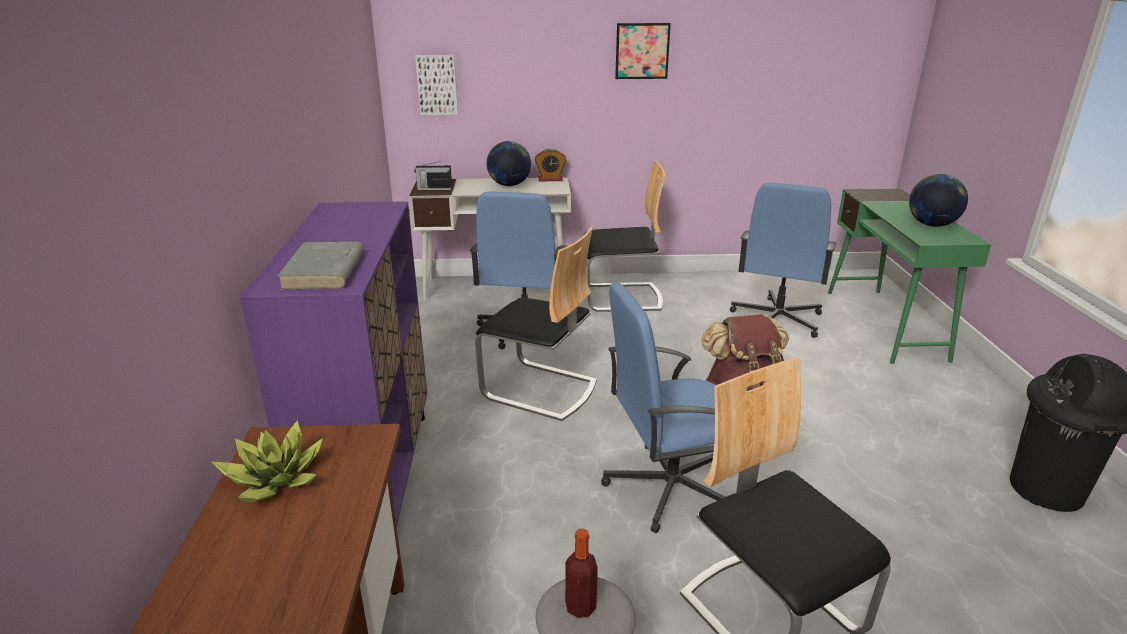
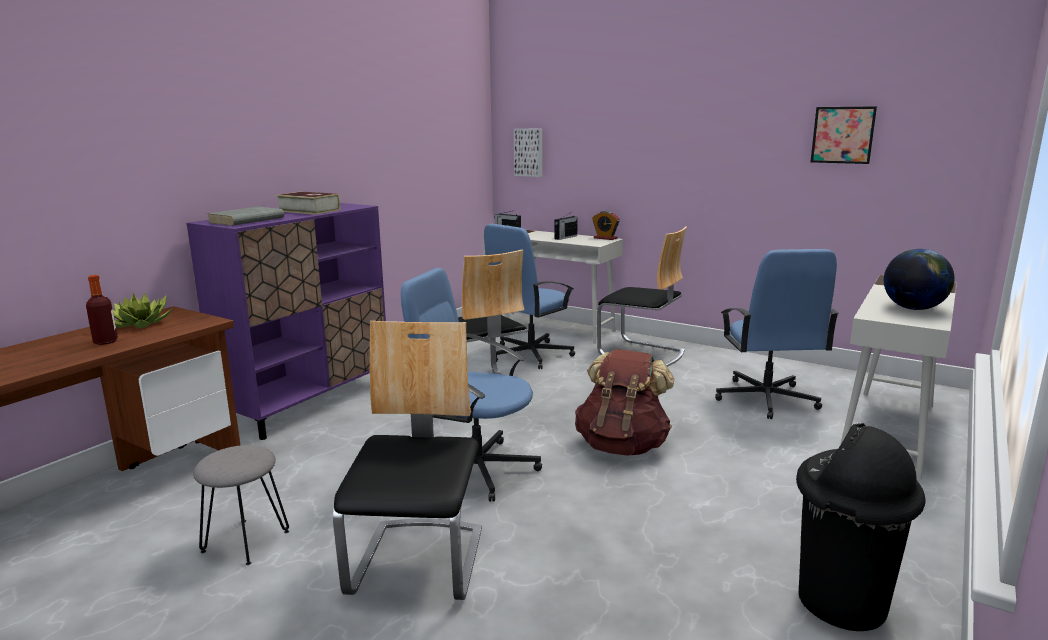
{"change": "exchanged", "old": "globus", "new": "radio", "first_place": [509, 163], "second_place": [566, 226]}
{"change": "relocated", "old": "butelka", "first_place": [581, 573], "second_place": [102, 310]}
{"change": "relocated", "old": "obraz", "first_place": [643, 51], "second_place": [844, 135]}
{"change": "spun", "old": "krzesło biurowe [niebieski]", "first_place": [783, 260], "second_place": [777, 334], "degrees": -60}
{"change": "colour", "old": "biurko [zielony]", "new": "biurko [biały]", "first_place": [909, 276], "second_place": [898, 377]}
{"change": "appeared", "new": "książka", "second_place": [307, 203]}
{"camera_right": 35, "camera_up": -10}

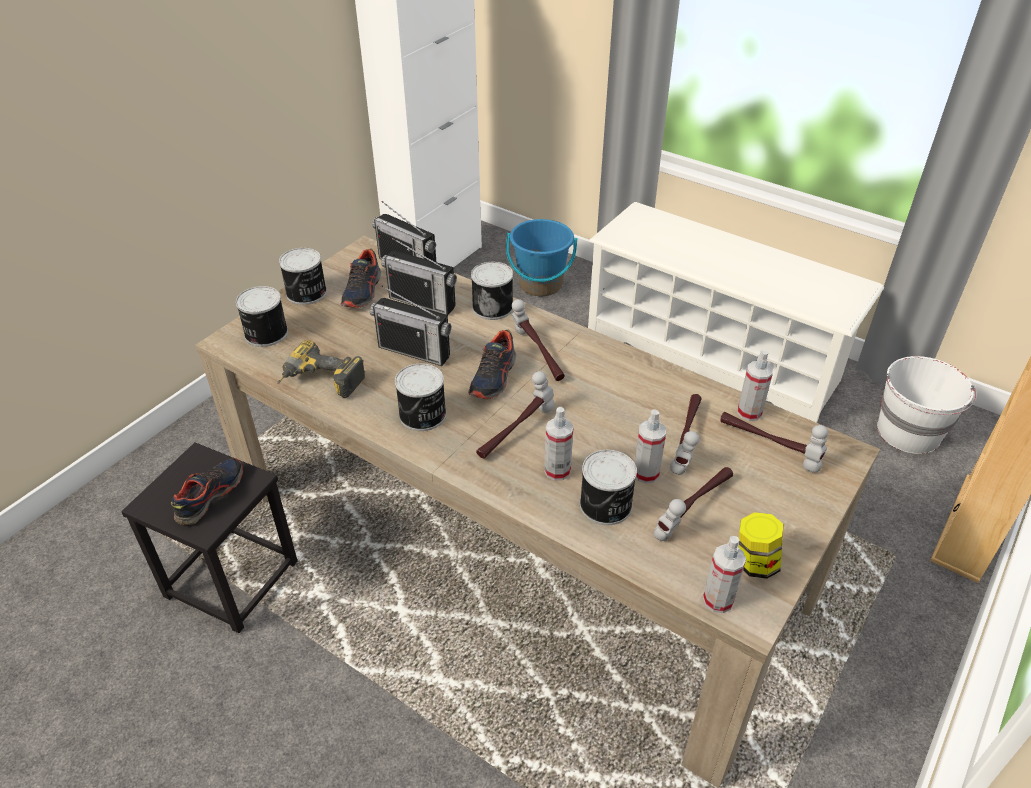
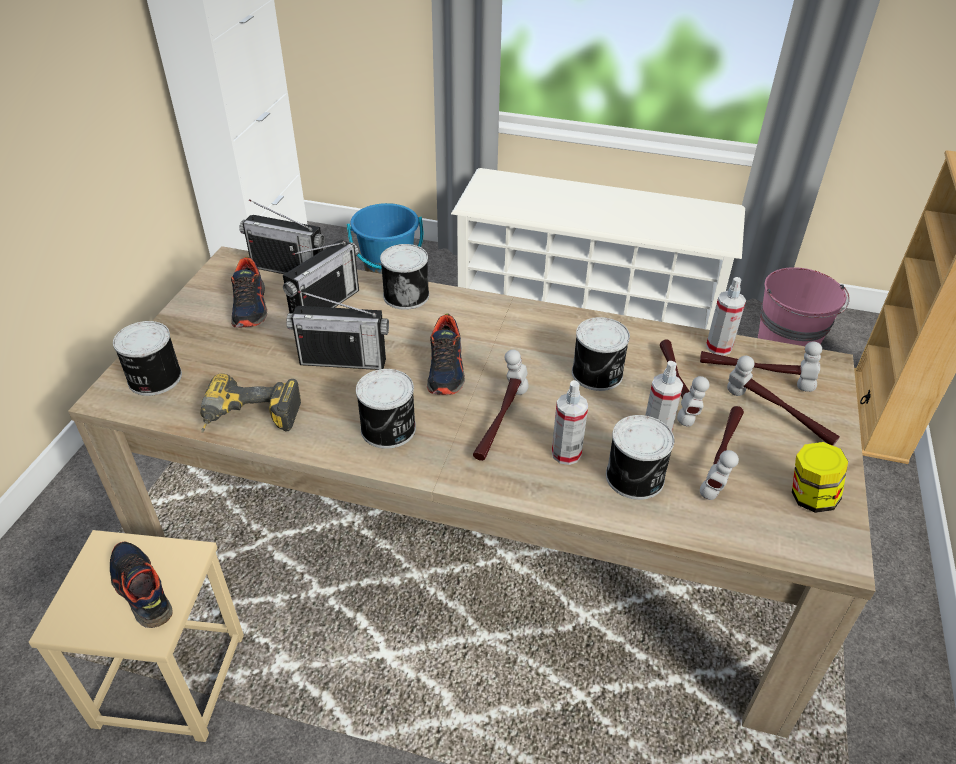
{"change": "colour", "old": "stołek [czarny]", "new": "stołek [beżowy]", "first_place": [209, 537], "second_place": [136, 636]}
{"change": "spun", "old": "but", "first_place": [207, 491], "second_place": [141, 584], "degrees": -45}
{"change": "relocated", "old": "puszka", "first_place": [303, 276], "second_place": [601, 354]}
{"change": "spun", "old": "radio", "first_place": [419, 276], "second_place": [321, 276], "degrees": -60}
{"change": "relocated", "old": "młotek", "first_place": [538, 340], "second_place": [783, 401]}
{"change": "missing", "old": "spryskiwacz", "first_place": [724, 574]}
{"change": "colour", "old": "wiadro [biały]", "new": "wiadro [różowy]", "first_place": [926, 405], "second_place": [804, 306]}
{"camera_right": -20, "camera_up": 0}

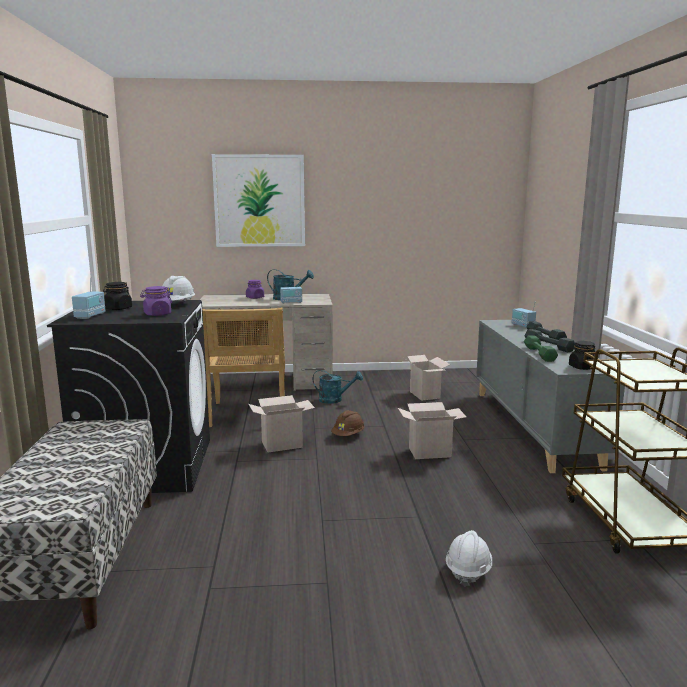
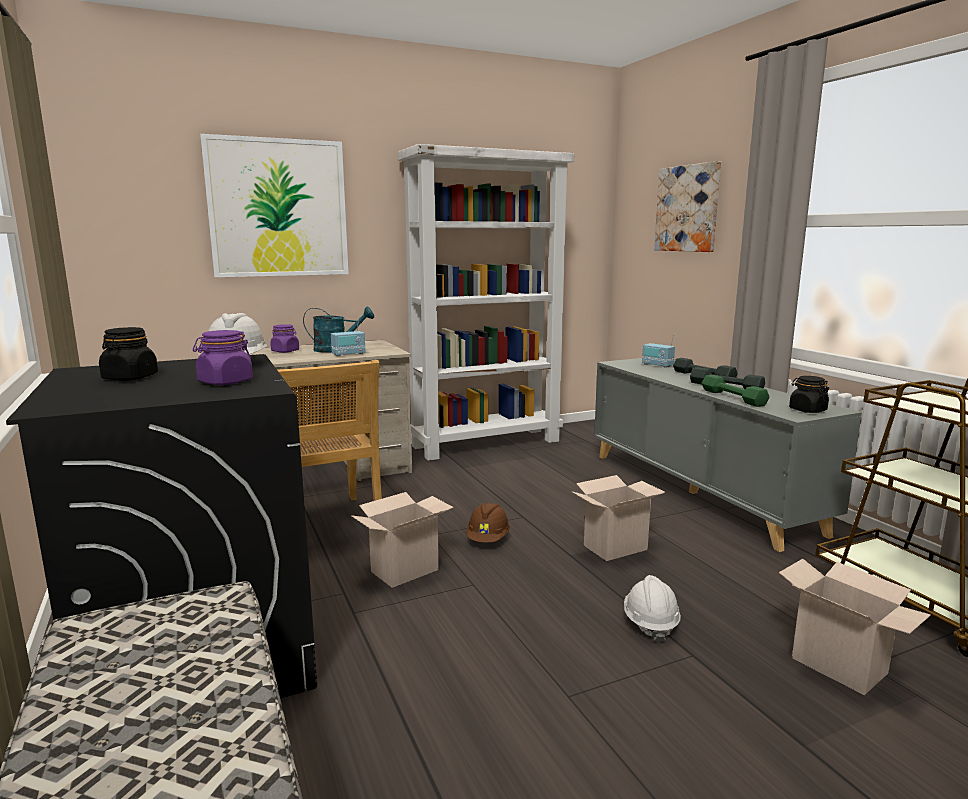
{"change": "missing", "old": "radio", "first_place": [88, 298]}
{"change": "missing", "old": "konewka [turkusowy]", "first_place": [338, 387]}
{"change": "relocated", "old": "karton", "first_place": [427, 378], "second_place": [855, 627]}
{"change": "relocated", "old": "kask [biały]", "first_place": [469, 558], "second_place": [652, 609]}
{"change": "appeared", "new": "regał [biały]", "second_place": [486, 302]}
{"change": "appeared", "new": "obraz", "second_place": [687, 206]}
{"camera_right": -20, "camera_up": 0}

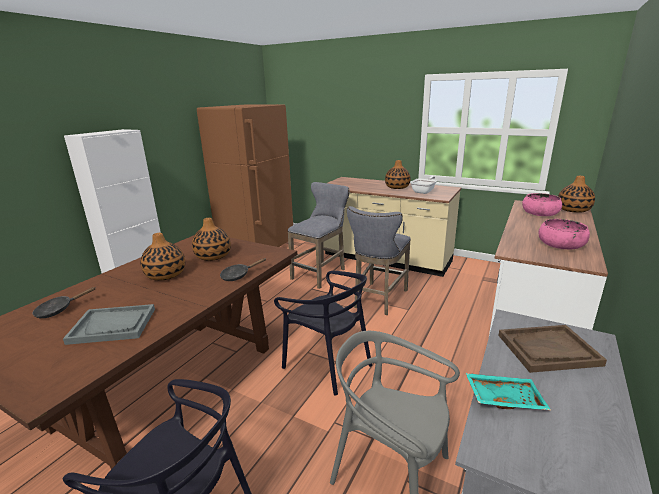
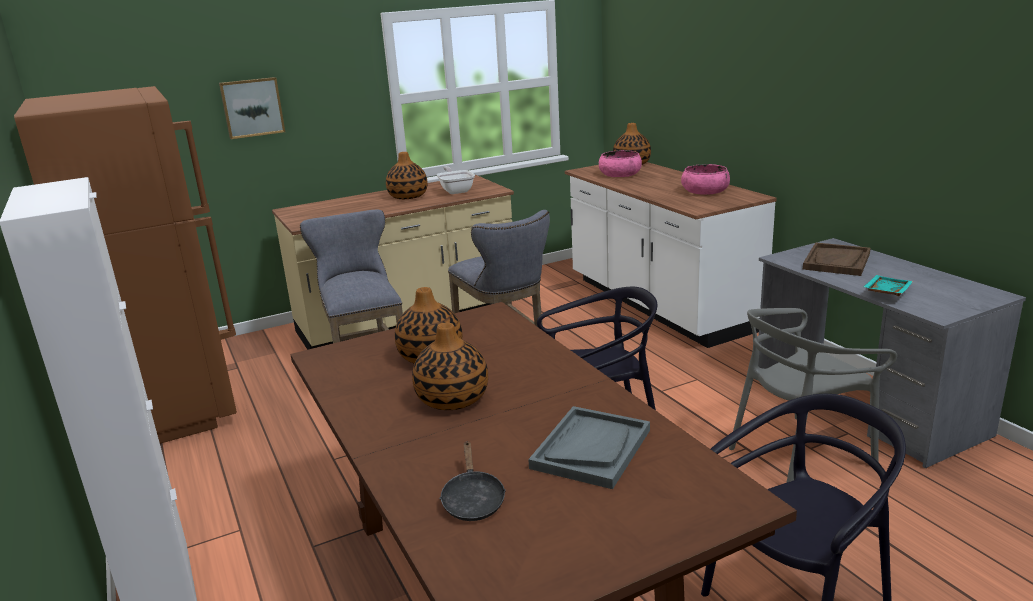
{"change": "missing", "old": "patelnia [czarny]", "first_place": [243, 269]}
{"change": "appeared", "new": "obraz", "second_place": [252, 108]}
{"camera_right": -55, "camera_up": 0}

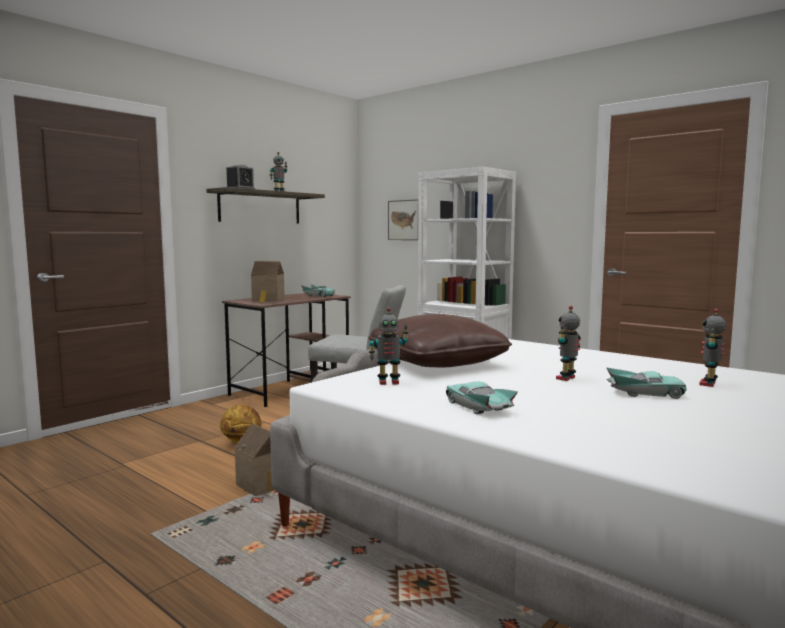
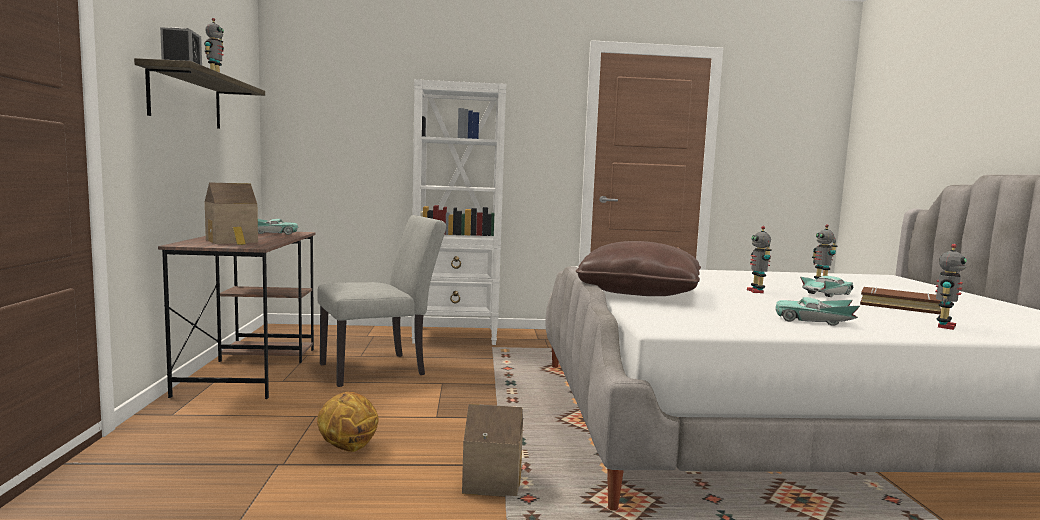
{"change": "relocated", "old": "robot zabawkowy", "first_place": [389, 346], "second_place": [951, 287]}
{"change": "missing", "old": "obraz", "first_place": [403, 219]}
{"change": "appeared", "new": "książka [brązowy]", "second_place": [900, 300]}
{"camera_right": -45, "camera_up": 0}

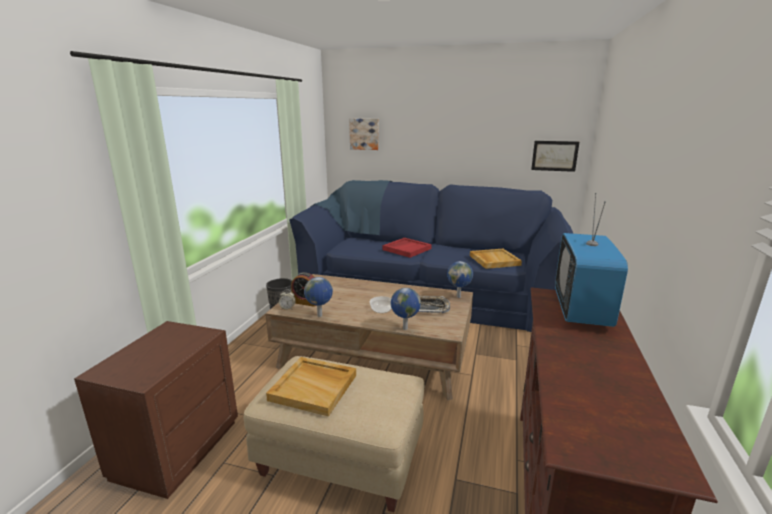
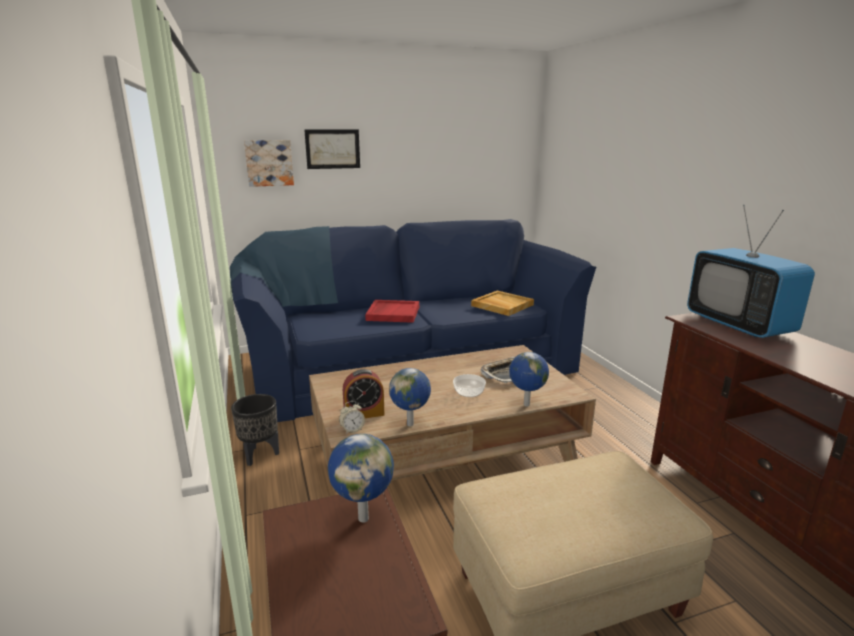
{"change": "missing", "old": "taca [beżowy]", "first_place": [311, 386]}
{"change": "relocated", "old": "globus", "first_place": [460, 279], "second_place": [361, 478]}
{"change": "relocated", "old": "obraz", "first_place": [555, 156], "second_place": [332, 149]}
{"camera_right": -35, "camera_up": 0}

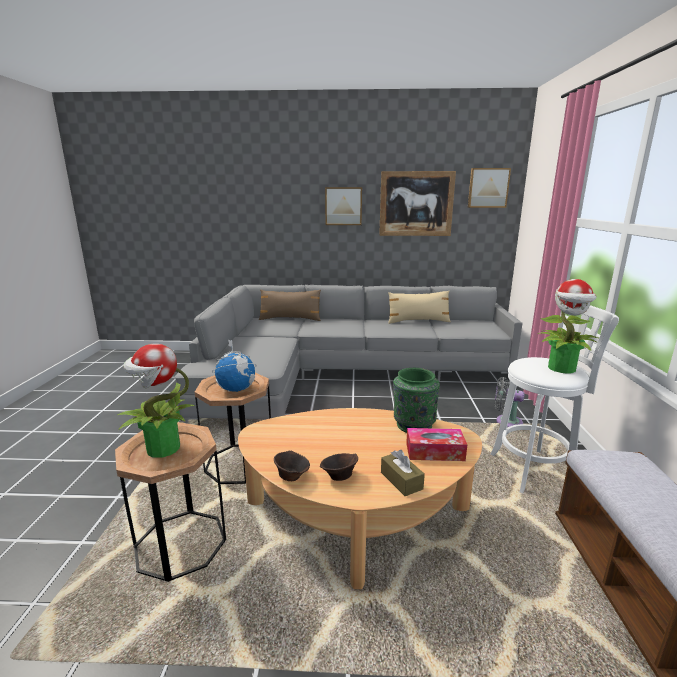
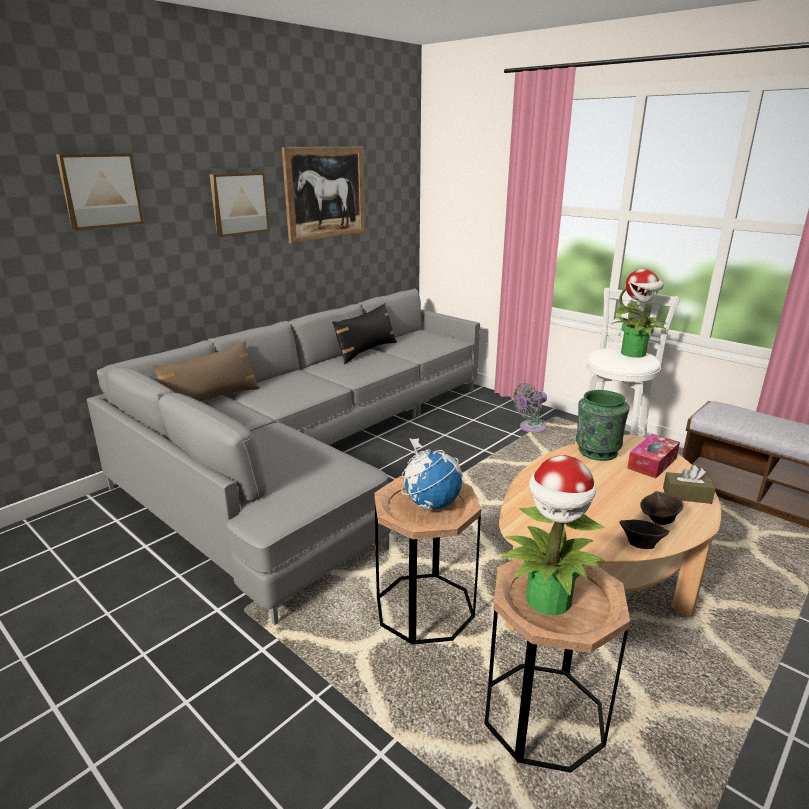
{"change": "colour", "old": "poduszka [beżowy]", "new": "poduszka [czarny]", "first_place": [419, 307], "second_place": [364, 333]}
{"change": "relocated", "old": "obraz", "first_place": [489, 188], "second_place": [100, 191]}
{"camera_right": -50, "camera_up": 5}

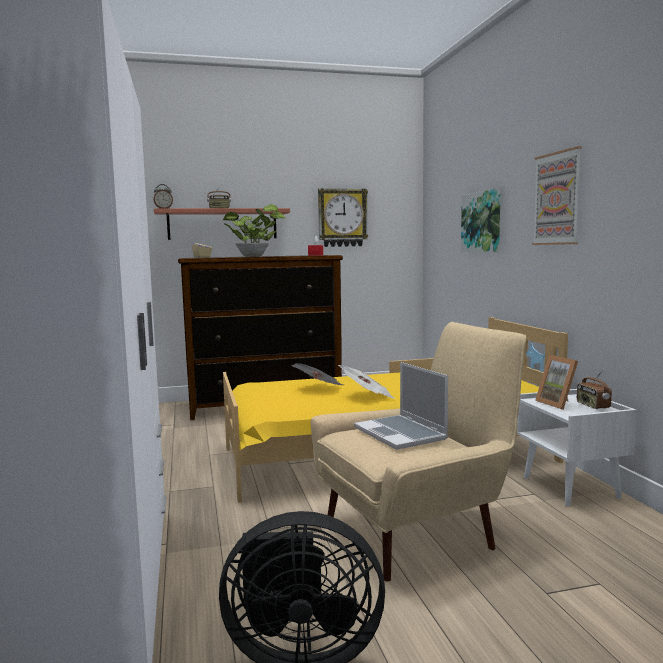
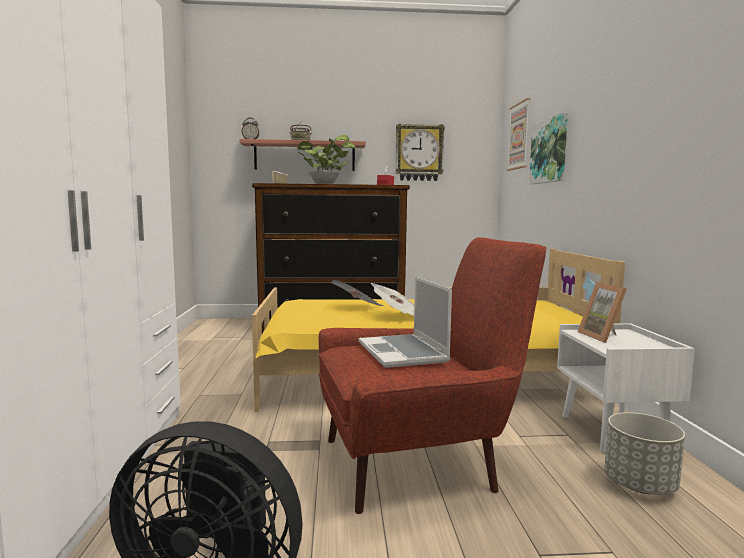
{"change": "colour", "old": "fotel [beżowy]", "new": "fotel [czerwony]", "first_place": [418, 452], "second_place": [432, 375]}
{"change": "relocated", "old": "obraz", "first_place": [557, 195], "second_place": [518, 134]}
{"change": "missing", "old": "radio", "first_place": [594, 389]}
{"change": "appeared", "new": "donica [szary]", "second_place": [645, 453]}
{"camera_right": 10, "camera_up": 0}

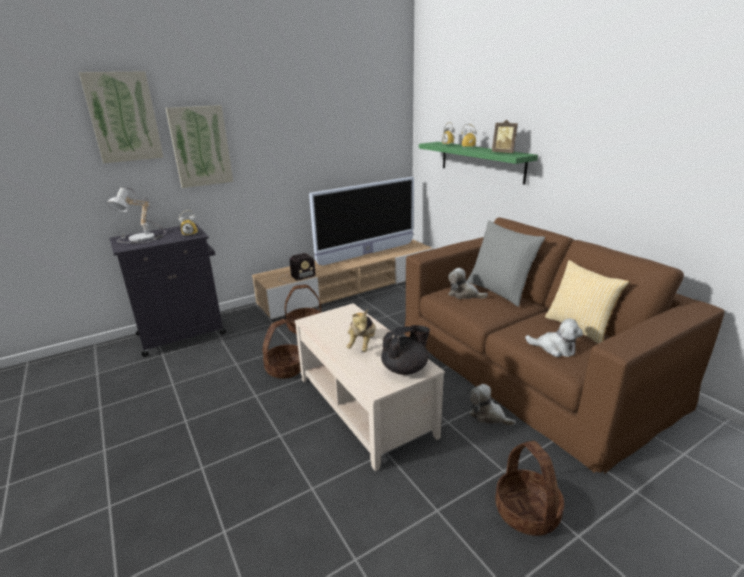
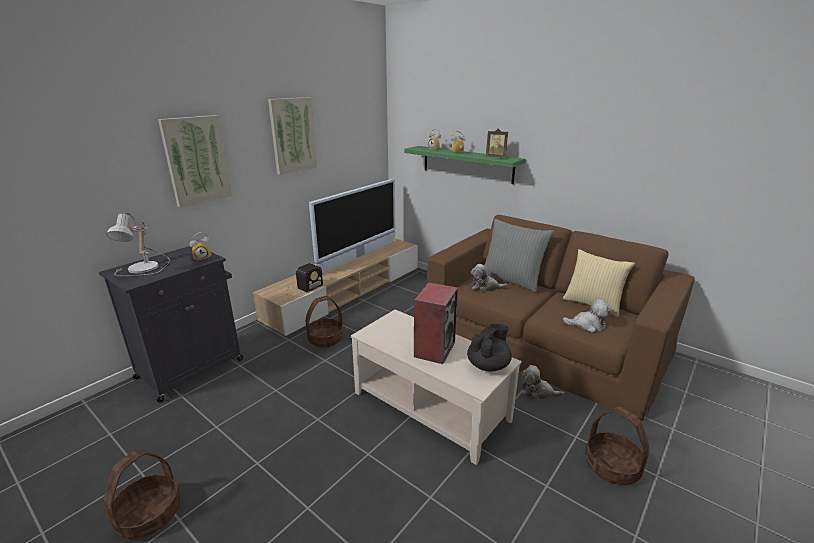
{"change": "relocated", "old": "obraz", "first_place": [121, 117], "second_place": [292, 136]}
{"change": "relocated", "old": "koszyk", "first_place": [282, 349], "second_place": [142, 494]}
{"change": "exchanged", "old": "pluszak", "new": "głośnik", "first_place": [361, 330], "second_place": [436, 323]}
{"camera_right": -20, "camera_up": 0}

